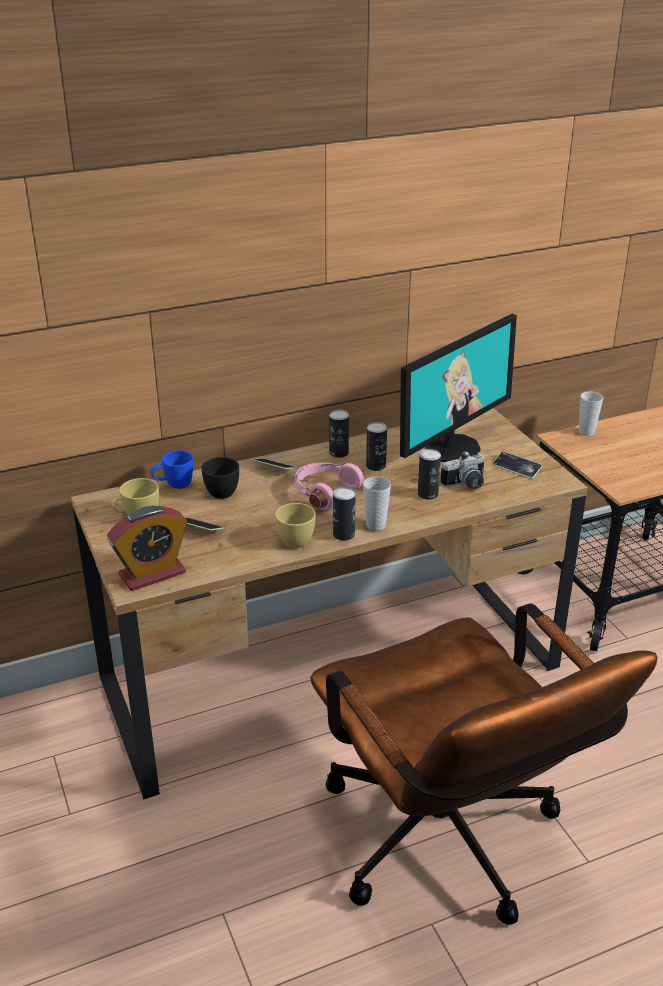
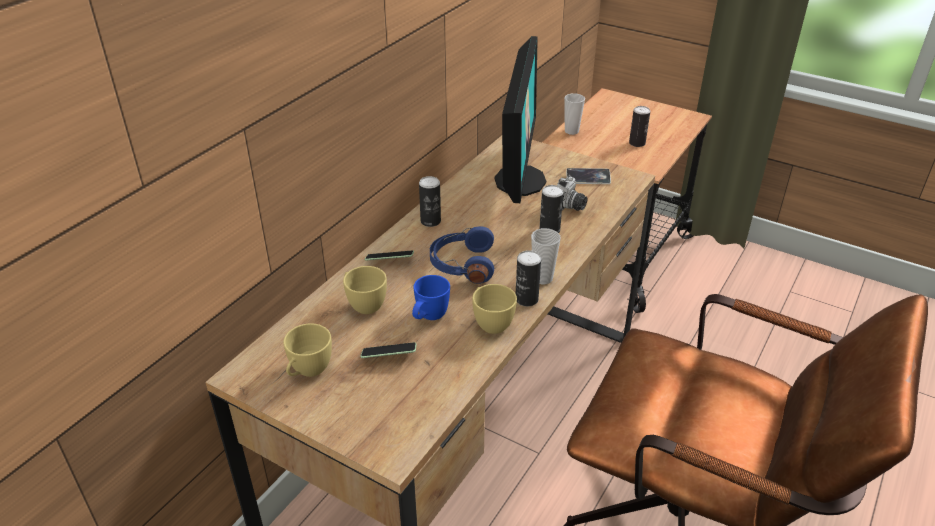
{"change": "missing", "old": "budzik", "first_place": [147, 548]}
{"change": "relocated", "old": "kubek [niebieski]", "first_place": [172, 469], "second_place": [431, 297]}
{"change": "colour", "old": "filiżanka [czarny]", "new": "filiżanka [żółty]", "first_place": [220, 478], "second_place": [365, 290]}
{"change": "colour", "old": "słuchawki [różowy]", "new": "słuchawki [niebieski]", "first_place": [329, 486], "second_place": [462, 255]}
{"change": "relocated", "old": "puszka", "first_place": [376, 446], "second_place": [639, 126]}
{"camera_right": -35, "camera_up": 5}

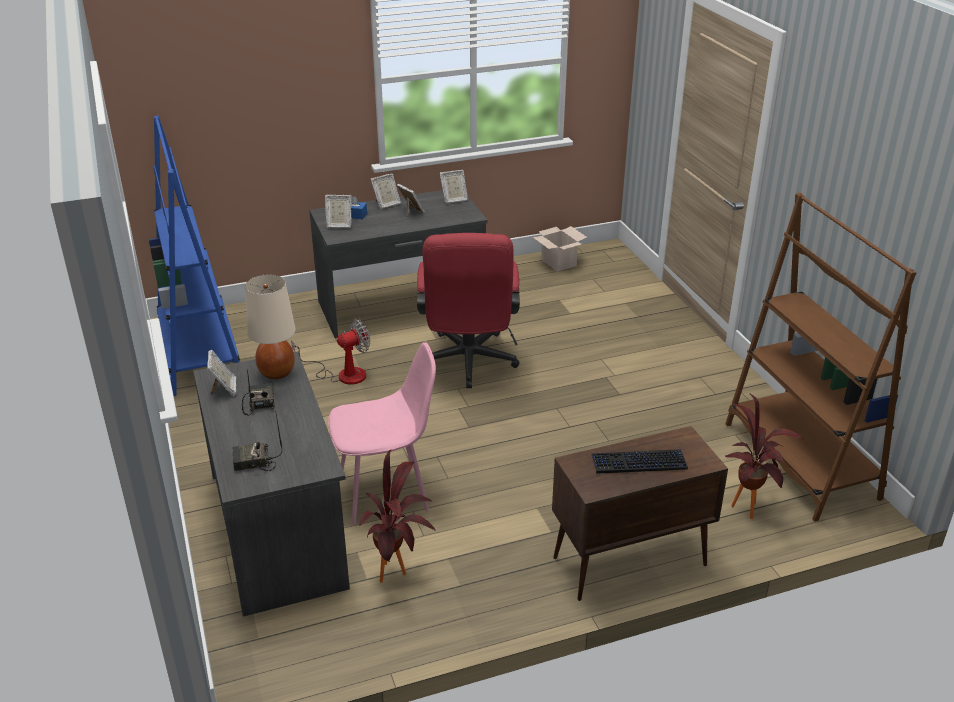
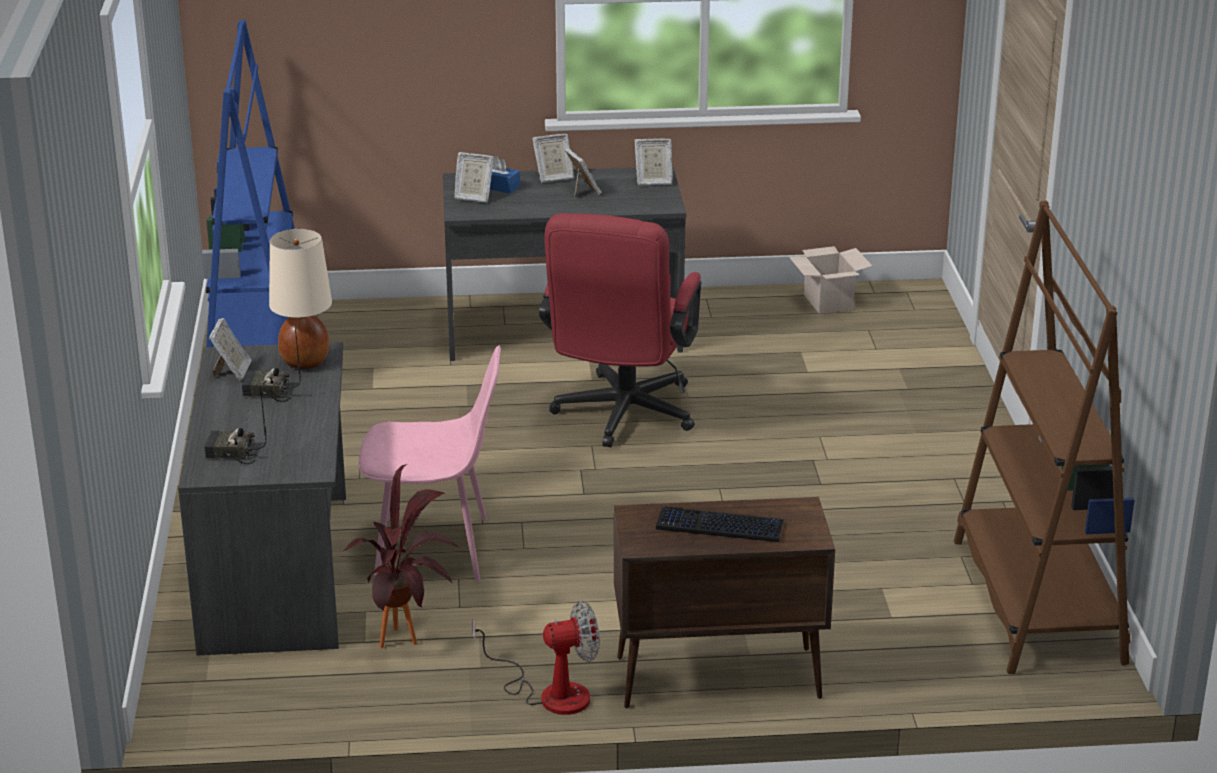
{"change": "spun", "old": "radio", "first_place": [258, 392], "second_place": [271, 364], "degrees": -90}
{"change": "relocated", "old": "wentylator", "first_place": [330, 352], "second_place": [536, 657]}
{"change": "missing", "old": "roślina doniczkowa", "first_place": [764, 456]}
{"camera_right": 15, "camera_up": -5}

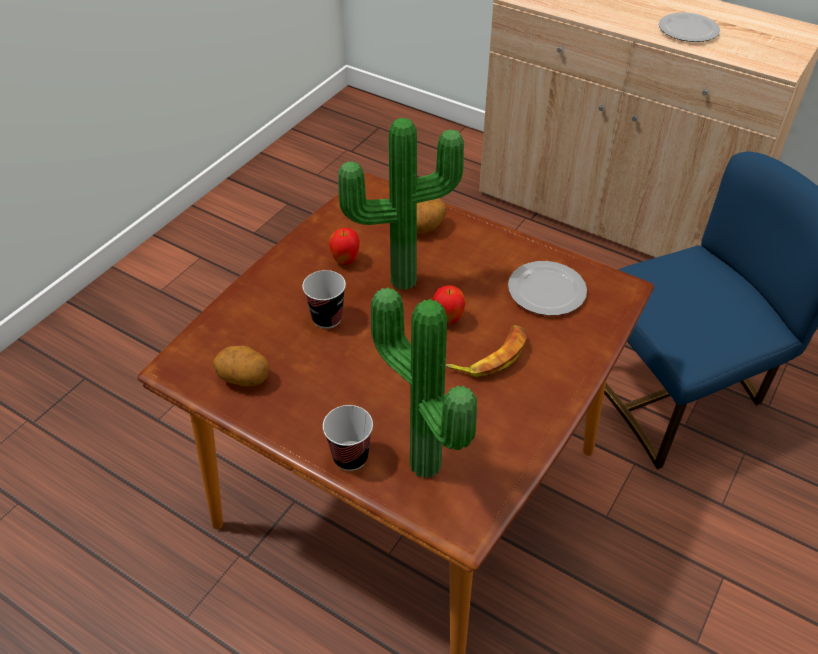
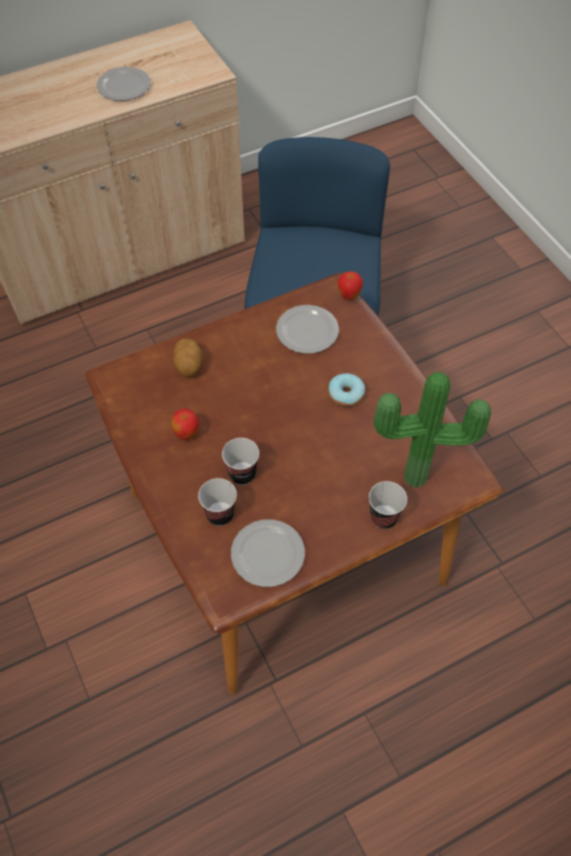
{"change": "exchanged", "old": "ziemniak", "new": "talerz", "first_place": [241, 366], "second_place": [268, 553]}
{"change": "missing", "old": "roślina doniczkowa", "first_place": [401, 204]}
{"change": "relocated", "old": "jabłko", "first_place": [449, 304], "second_place": [350, 285]}
{"change": "exchanged", "old": "banan", "new": "donut", "first_place": [486, 351], "second_place": [346, 390]}
{"change": "appeared", "new": "filiżanka", "second_place": [217, 502]}
{"camera_right": -60, "camera_up": 10}

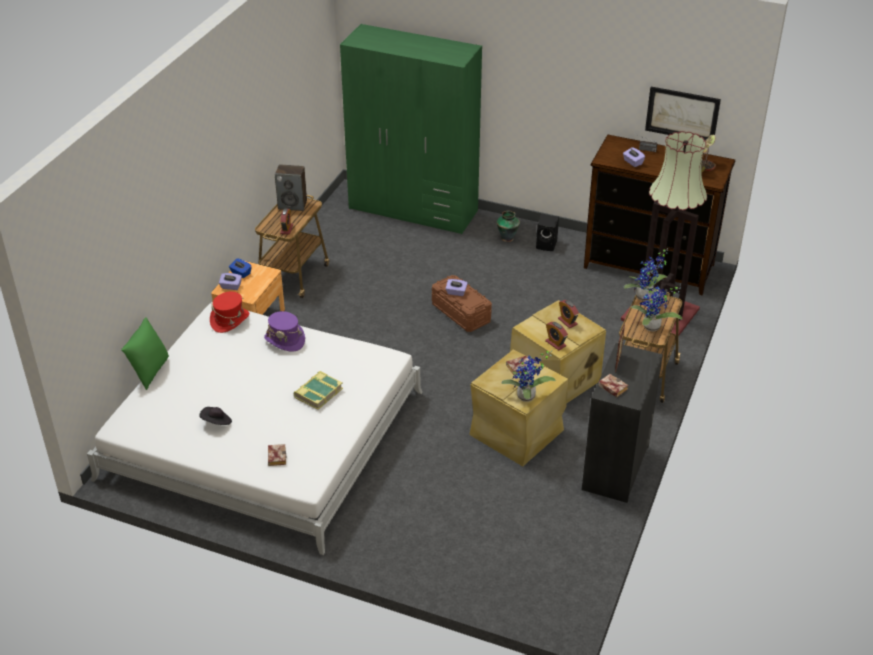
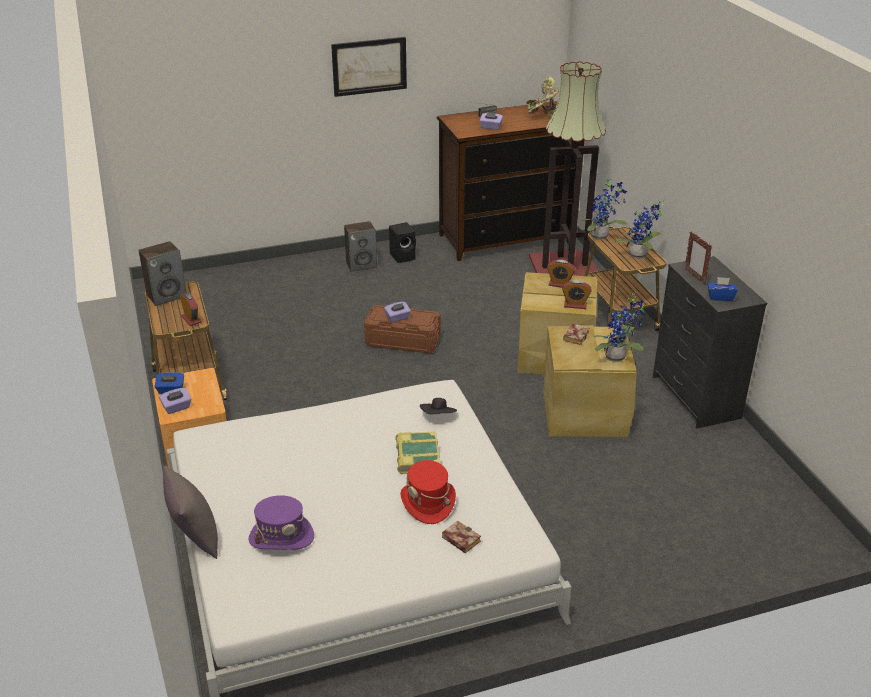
{"change": "colour", "old": "poduszka [zielony]", "new": "poduszka [szary]", "first_place": [145, 353], "second_place": [190, 512]}
{"change": "relocated", "old": "kapelusz [czarny]", "first_place": [215, 416], "second_place": [438, 406]}
{"change": "relocated", "old": "kapelusz [czerwony]", "first_place": [229, 312], "second_place": [428, 492]}
{"change": "relocated", "old": "kapelusz [fioletowy]", "first_place": [284, 331], "second_place": [281, 522]}
{"change": "missing", "old": "szafa [zielony]", "first_place": [411, 129]}
{"change": "exchanged", "old": "wazon", "new": "głośnik", "first_place": [508, 226], "second_place": [360, 246]}
{"change": "exchanged", "old": "książka", "new": "pudełko chusteczek [niebieski]", "first_place": [613, 385], "second_place": [723, 289]}
{"change": "relocated", "old": "obraz", "first_place": [683, 113], "second_place": [369, 67]}
{"camera_right": -40, "camera_up": -5}

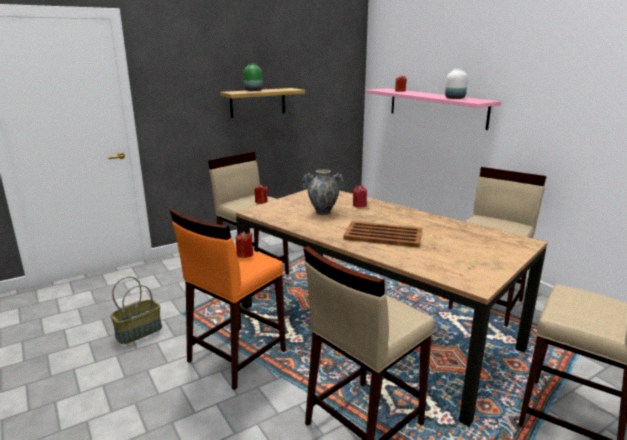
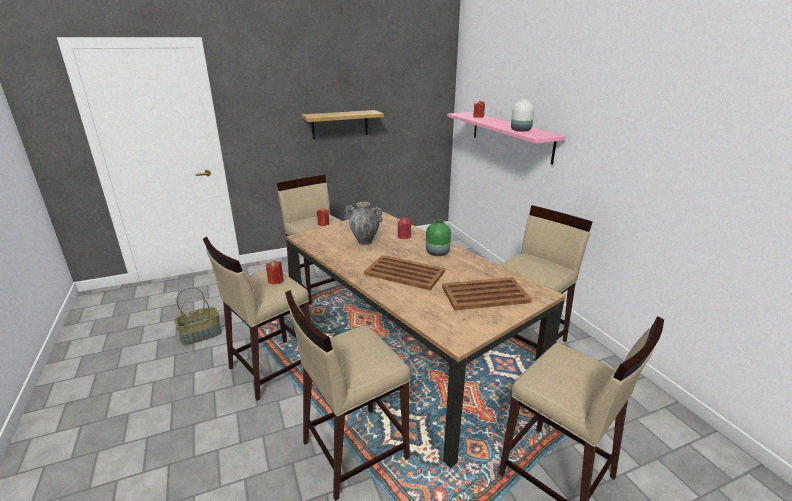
{"change": "colour", "old": "stołek [pomarańczowy]", "new": "stołek [beżowy]", "first_place": [228, 299], "second_place": [257, 319]}
{"change": "relocated", "old": "wazon [zielony]", "first_place": [253, 77], "second_place": [438, 237]}
{"change": "appeared", "new": "taca [brązowy]", "second_place": [487, 293]}
{"camera_right": 10, "camera_up": 5}

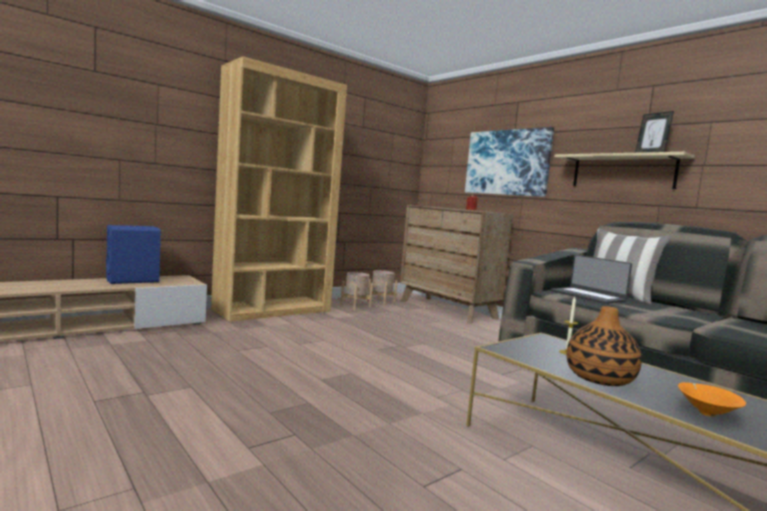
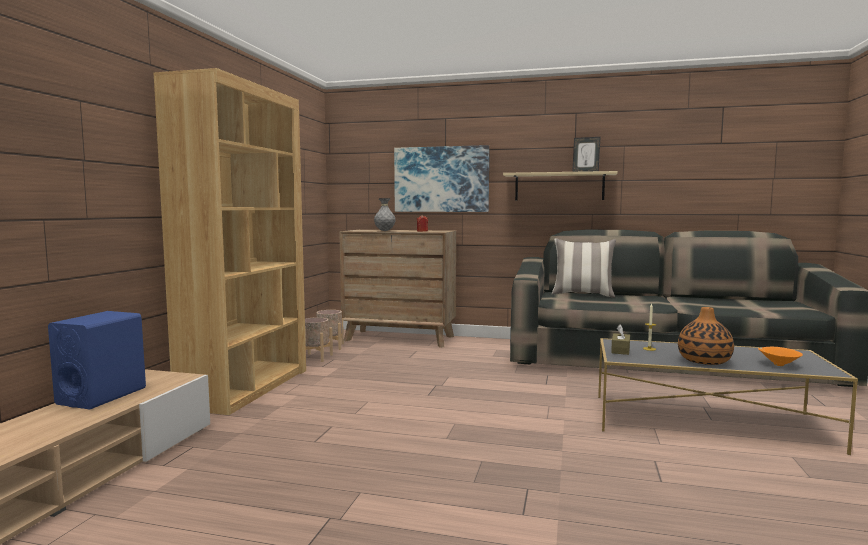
{"change": "missing", "old": "laptop", "first_place": [591, 279]}
{"change": "appeared", "new": "wazon [szary]", "second_place": [385, 214]}
{"change": "appeared", "new": "pudełko chusteczek [brązowy]", "second_place": [620, 339]}
{"camera_right": -35, "camera_up": 0}

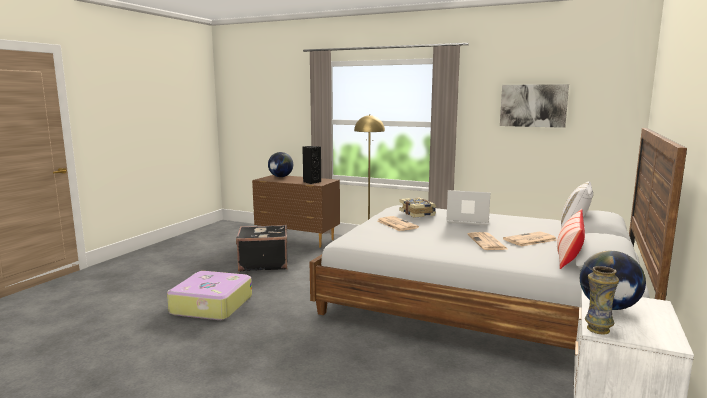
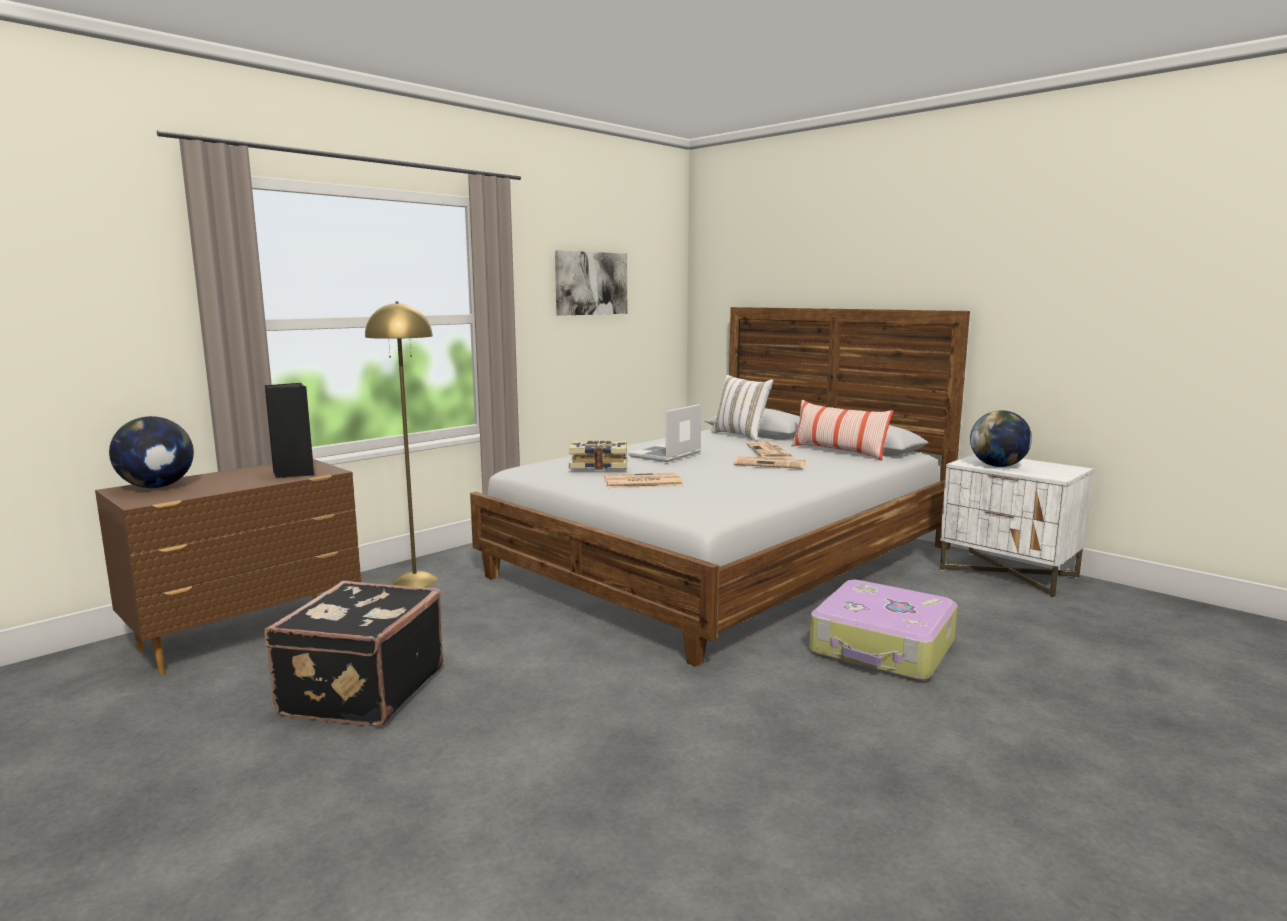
{"change": "relocated", "old": "walizka", "first_place": [209, 295], "second_place": [883, 630]}
{"change": "missing", "old": "wazon", "first_place": [602, 300]}
{"camera_right": -70, "camera_up": 0}

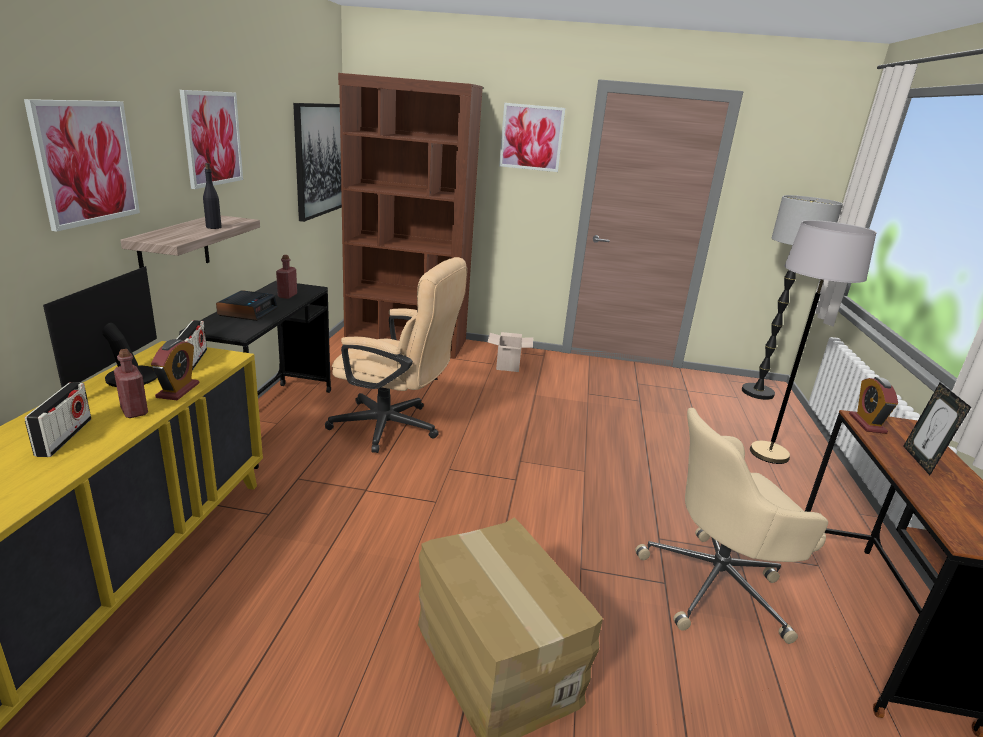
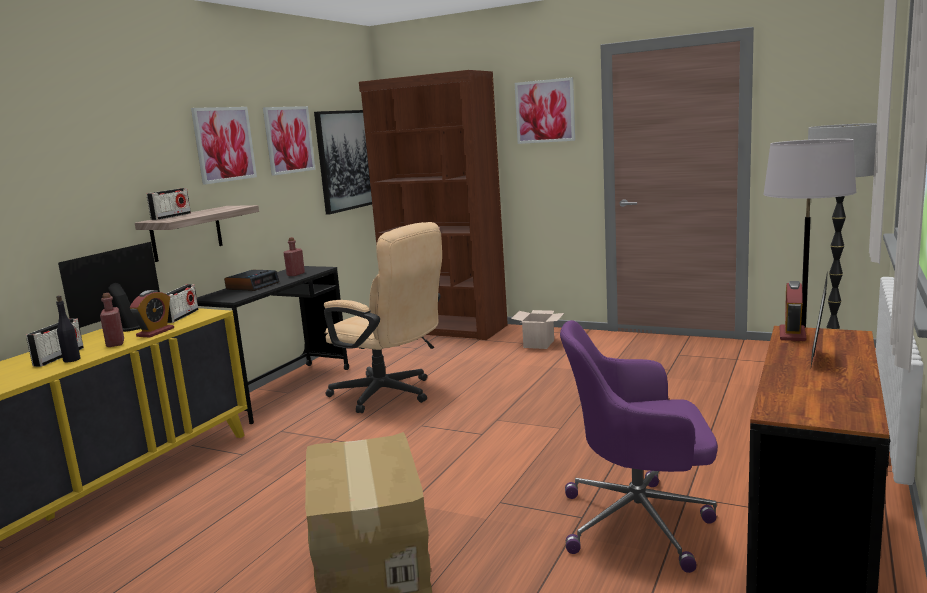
{"change": "relocated", "old": "obraz", "first_place": [82, 165], "second_place": [289, 141]}
{"change": "relocated", "old": "butelka [czarny]", "first_place": [212, 196], "second_place": [68, 328]}
{"change": "colour", "old": "krzesło biurowe [beżowy]", "new": "krzesło biurowe [fioletowy]", "first_place": [731, 526], "second_place": [639, 446]}
{"change": "appeared", "new": "radio", "second_place": [169, 204]}
{"camera_right": 20, "camera_up": -10}

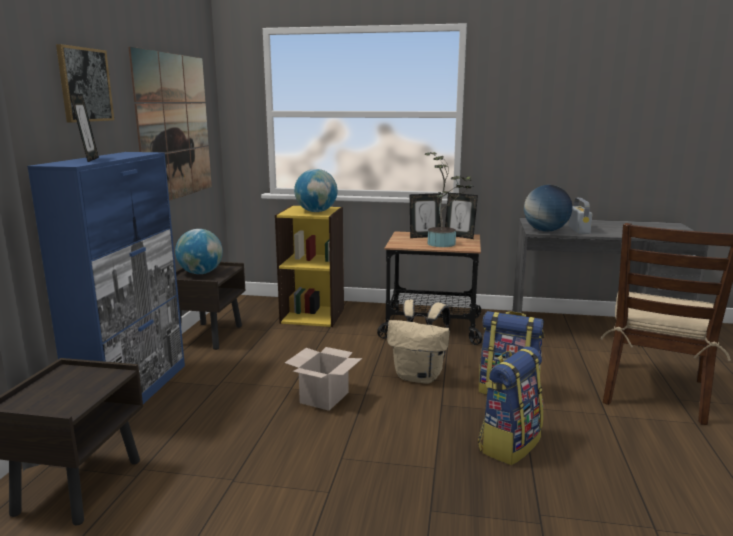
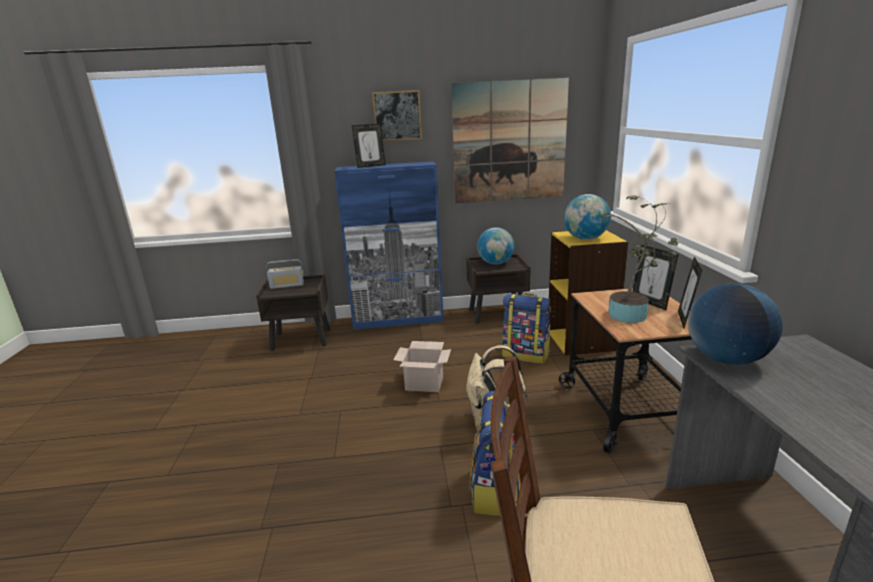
{"change": "relocated", "old": "plecak", "first_place": [510, 406], "second_place": [526, 328]}
{"change": "relocated", "old": "radio", "first_place": [580, 216], "second_place": [285, 274]}
{"camera_right": 75, "camera_up": 5}

